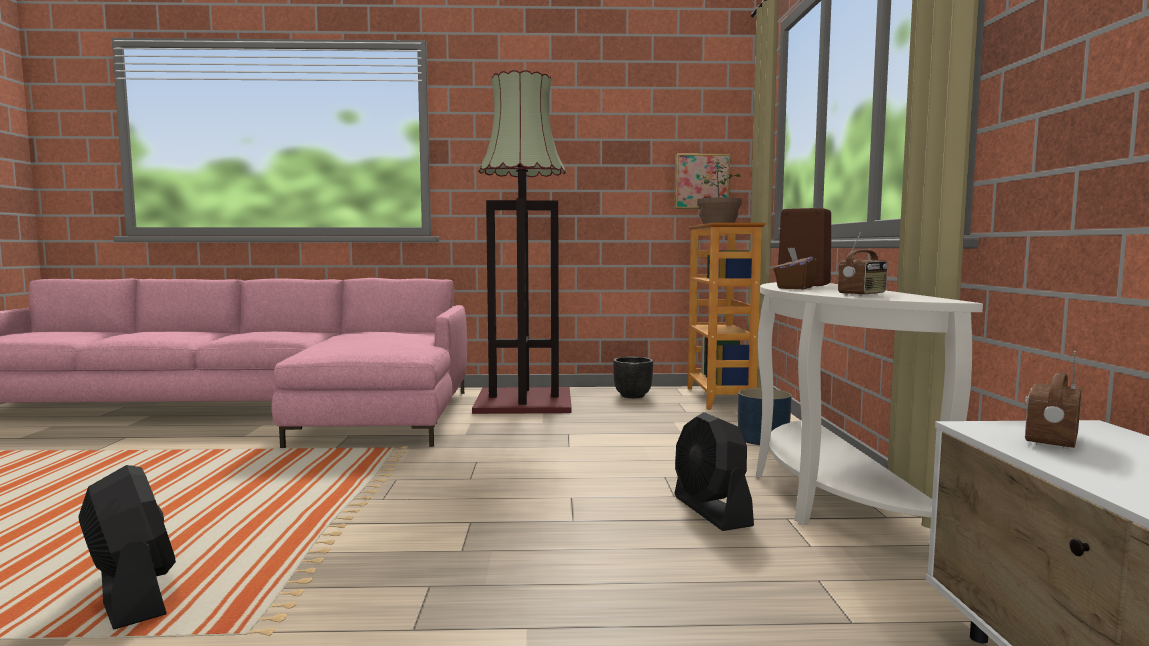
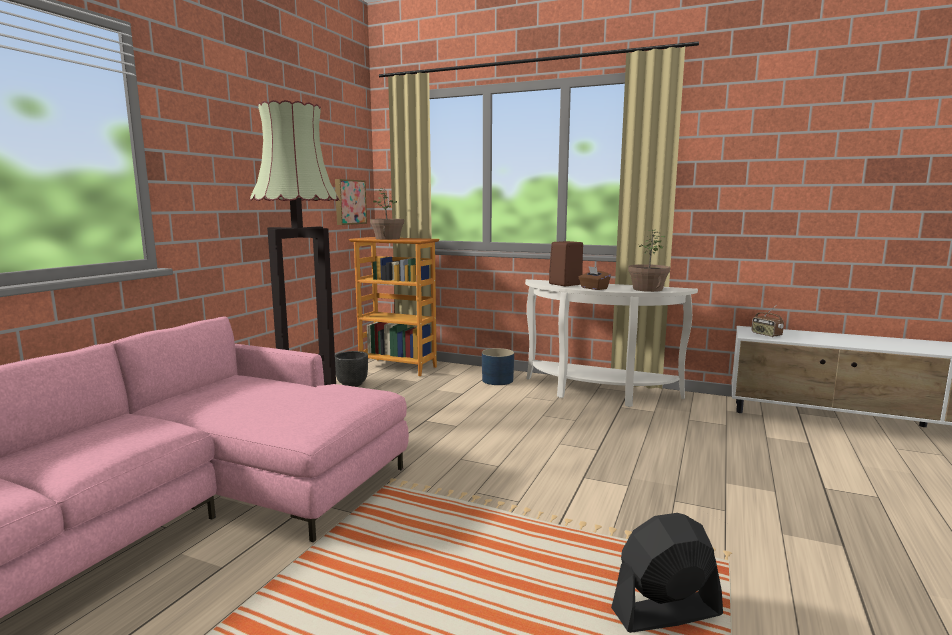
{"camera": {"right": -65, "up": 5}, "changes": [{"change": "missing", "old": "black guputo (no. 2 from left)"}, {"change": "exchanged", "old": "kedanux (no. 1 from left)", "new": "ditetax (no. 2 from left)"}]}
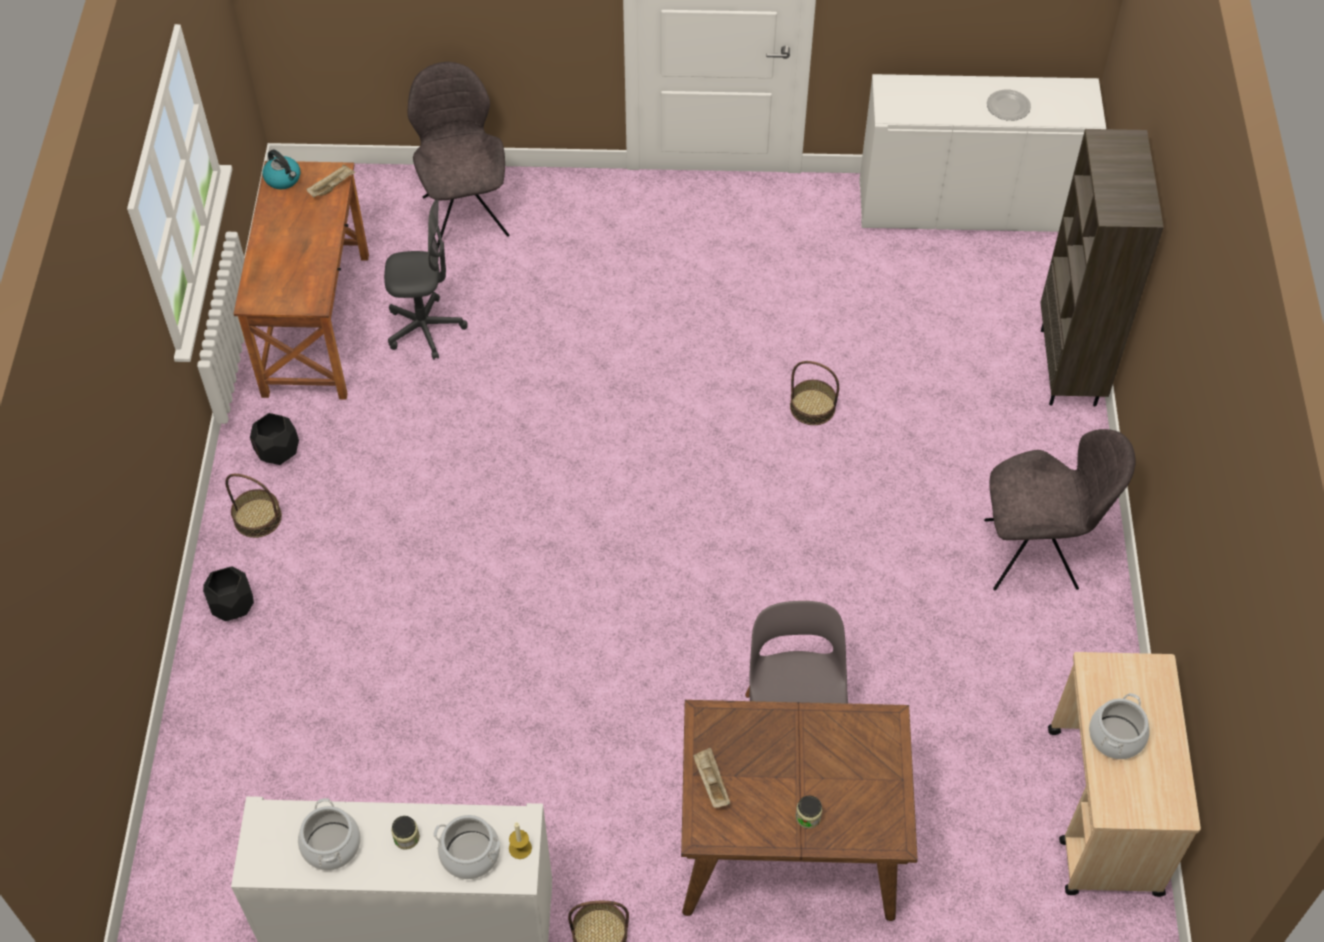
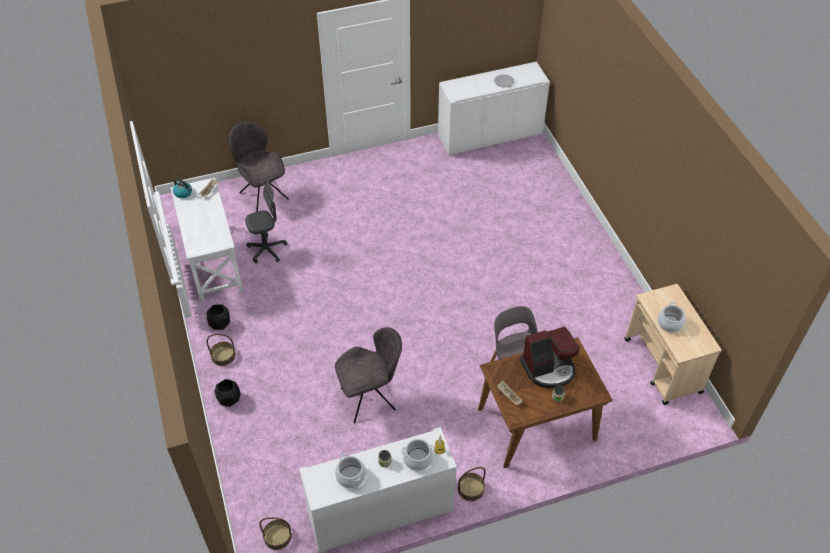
{"camera": {"right": -20, "up": -5}, "changes": [{"change": "colour", "old": "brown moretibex", "new": "white moretibex"}, {"change": "relocated", "old": "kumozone (no. 3 from left in the first image)", "new": "kumozone (no. 2 from left)"}, {"change": "relocated", "old": "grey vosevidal (no. 3 from left in the first image)", "new": "grey vosevidal (no. 2 from left)"}, {"change": "missing", "old": "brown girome"}, {"change": "appeared", "new": "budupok"}]}
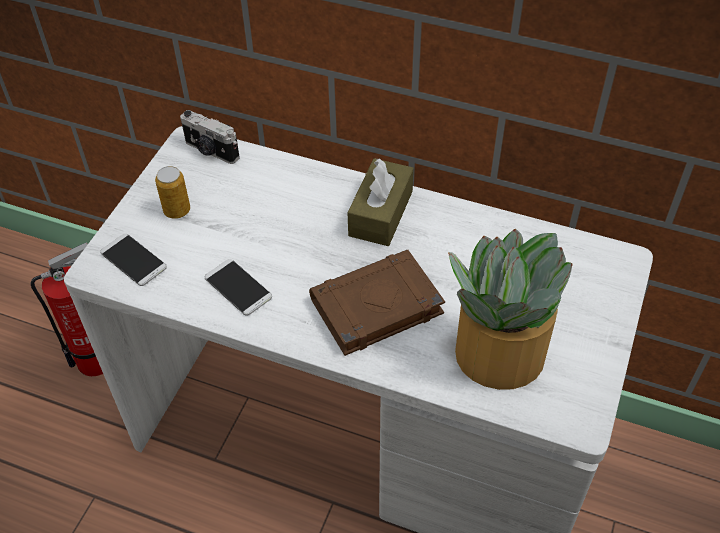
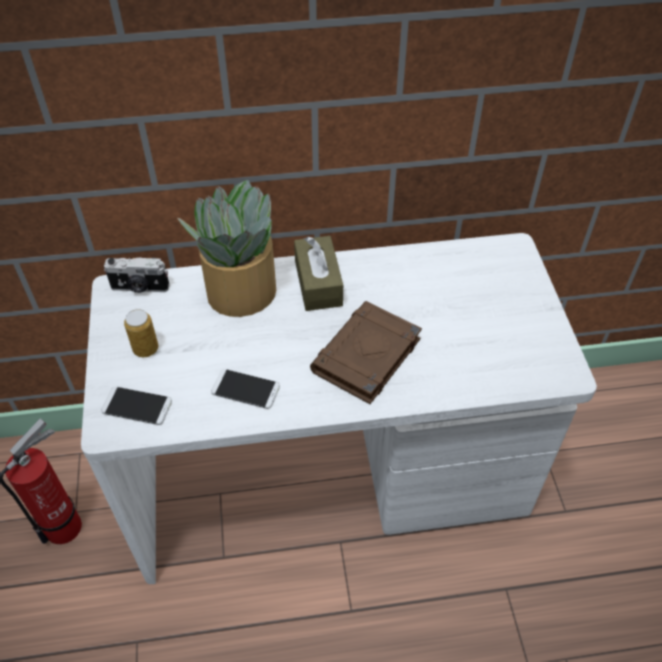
{"camera": {"right": -30, "up": 0}, "changes": [{"change": "relocated", "old": "ditetax"}]}
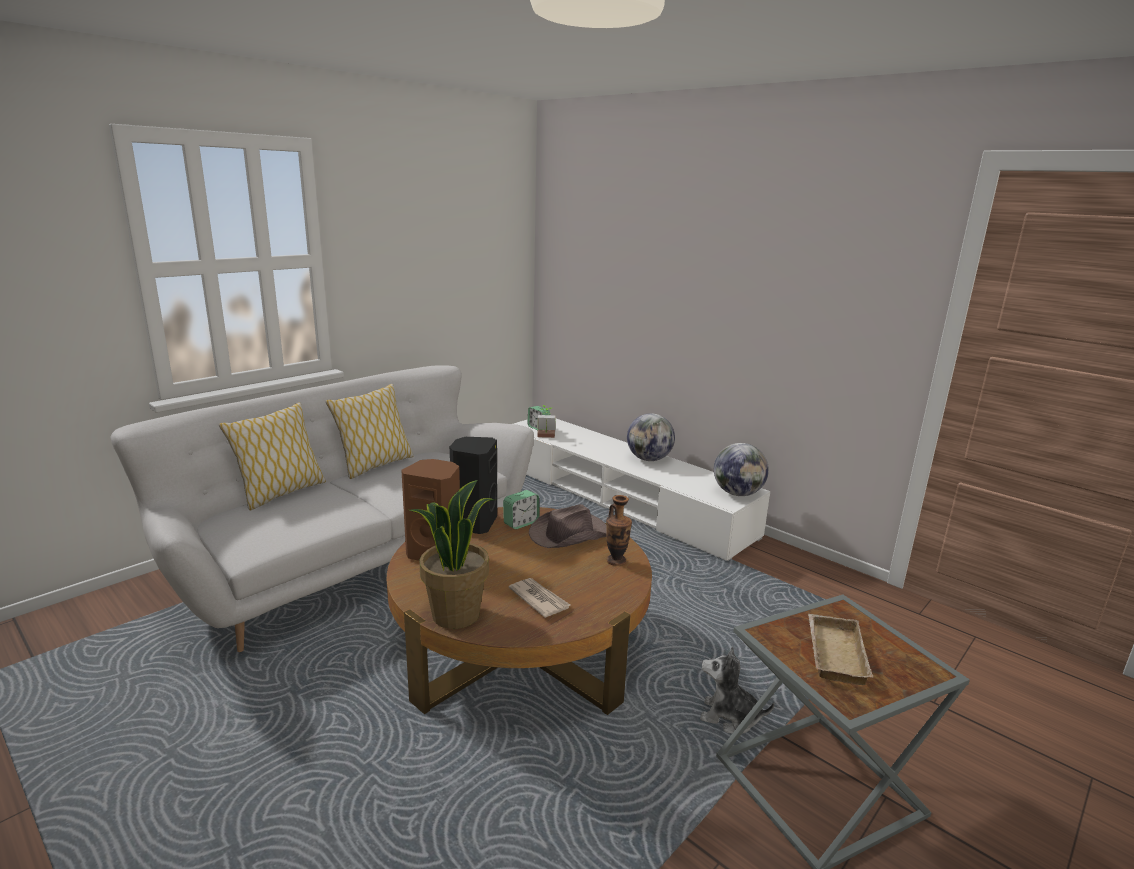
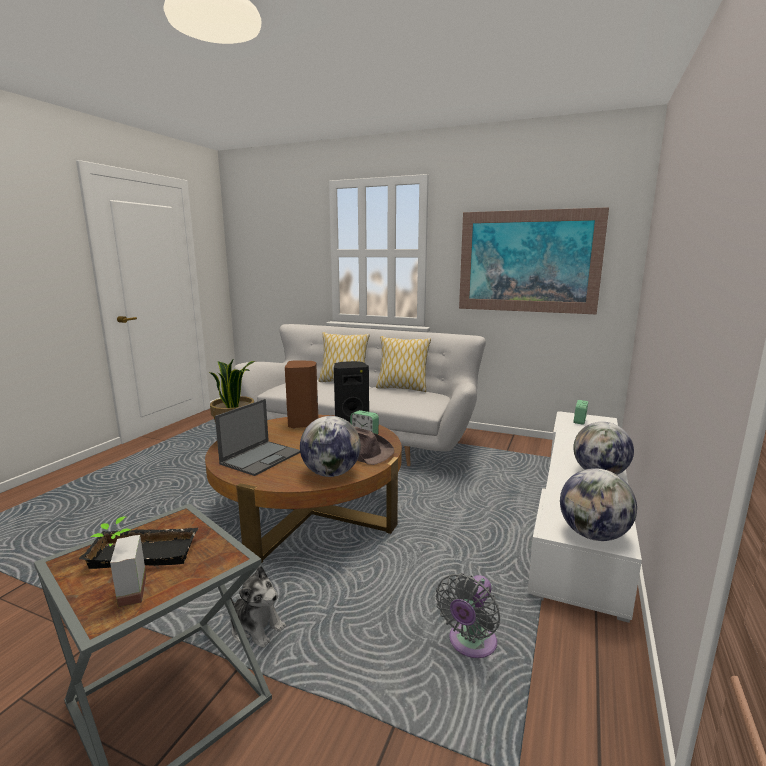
{"camera": {"right": 70, "up": -5}, "changes": [{"change": "exchanged", "old": "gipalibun", "new": "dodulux"}, {"change": "relocated", "old": "ditetax (no. 2 from left in the first image)", "new": "ditetax (no. 1 from left)"}, {"change": "exchanged", "old": "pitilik", "new": "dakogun (no. 1 from left)"}, {"change": "spun", "old": "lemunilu", "degrees": 120}, {"change": "colour", "old": "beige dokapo", "new": "black dokapo"}, {"change": "appeared", "new": "grey guputo"}, {"change": "appeared", "new": "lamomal"}]}
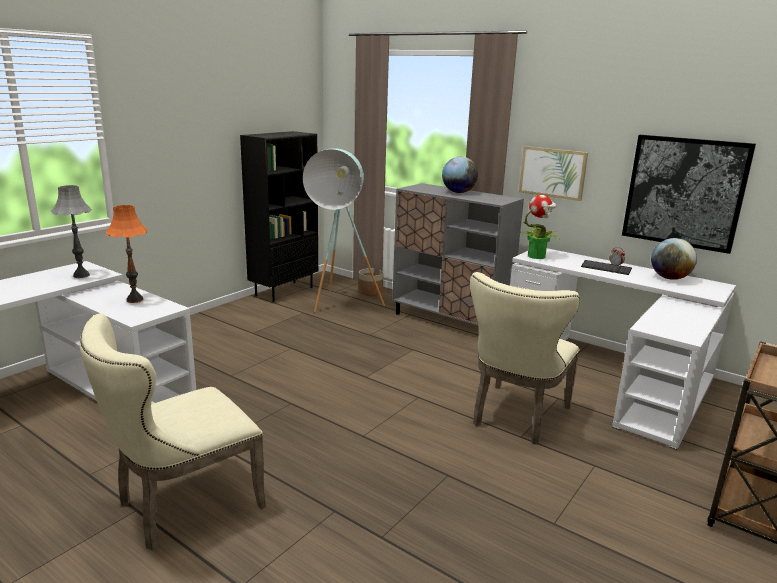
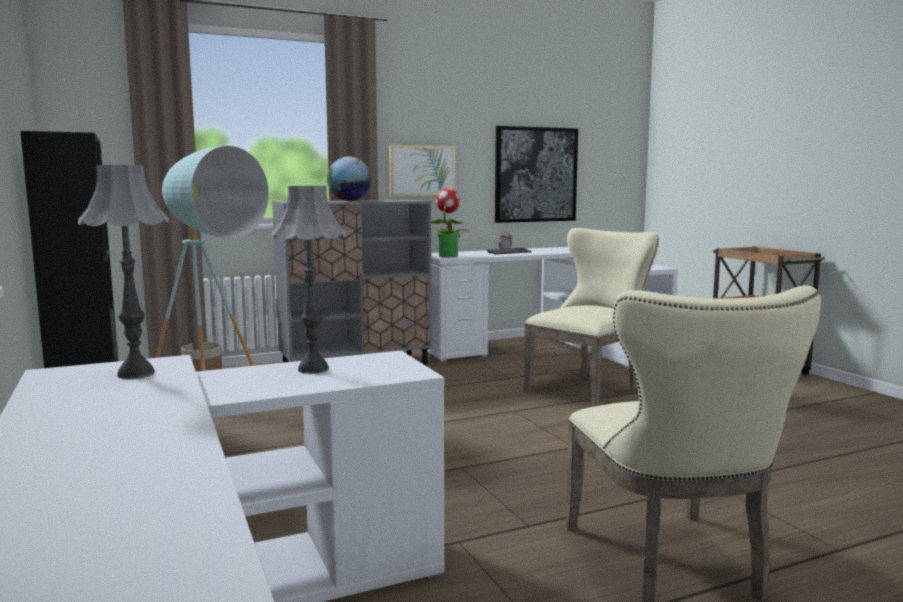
{"camera": {"right": -60, "up": -10}, "changes": [{"change": "colour", "old": "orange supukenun", "new": "grey supukenun (no. 2 from left)"}, {"change": "spun", "old": "beige vosevidal (no. 2 from left in the first image)", "degrees": -105}, {"change": "missing", "old": "dakogun (no. 2 from left)"}]}
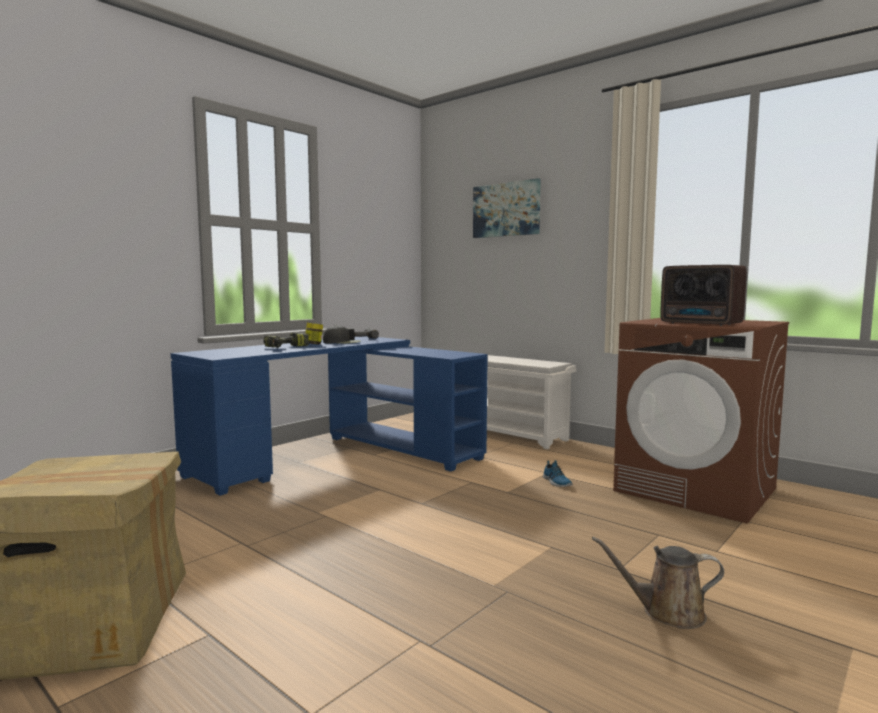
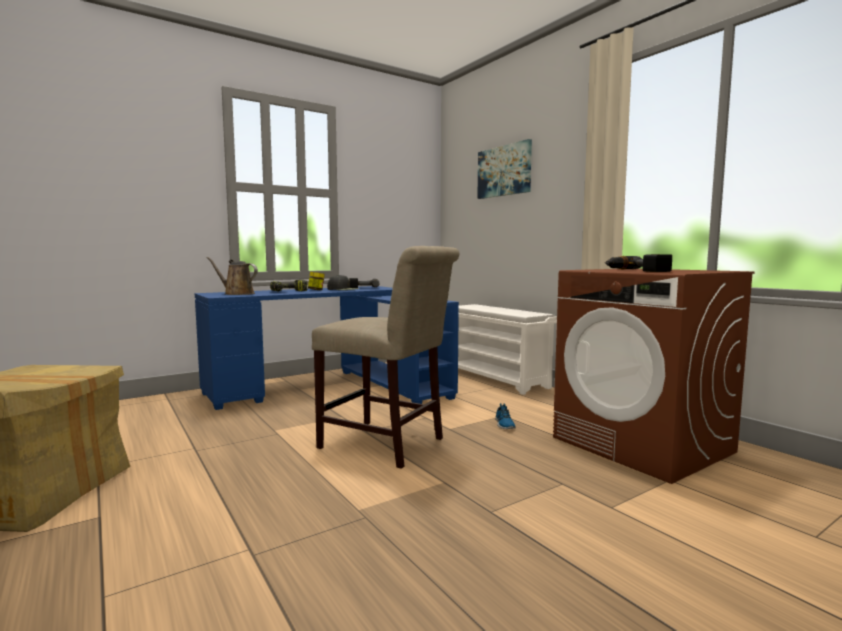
{"camera": {"right": 15, "up": 0}, "changes": [{"change": "relocated", "old": "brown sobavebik"}, {"change": "exchanged", "old": "kedanux", "new": "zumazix (no. 3 from left)"}, {"change": "appeared", "new": "beige vosevidal"}]}
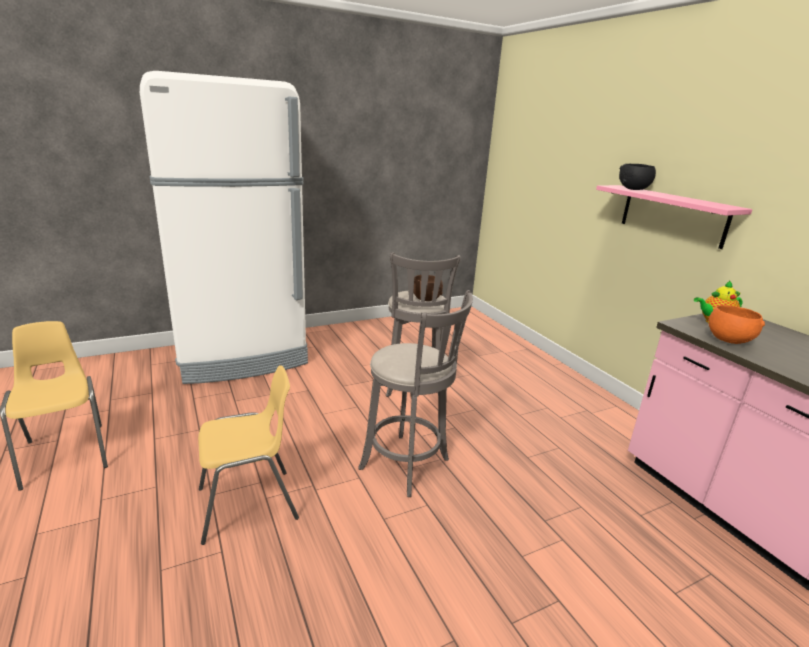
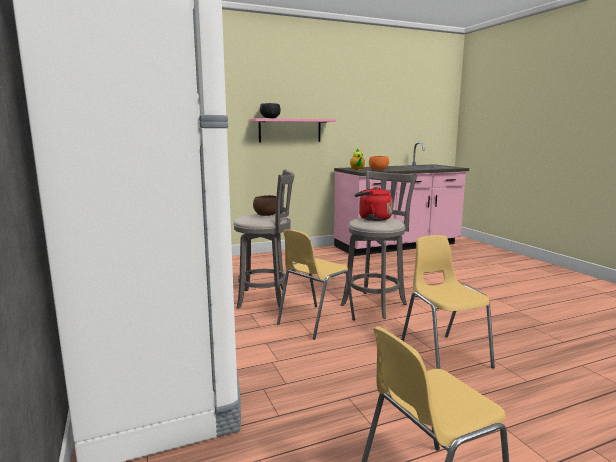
{"camera": {"right": -85, "up": -10}, "changes": [{"change": "appeared", "new": "yellow vosevidal (no. 1 from left)"}, {"change": "appeared", "new": "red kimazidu"}]}
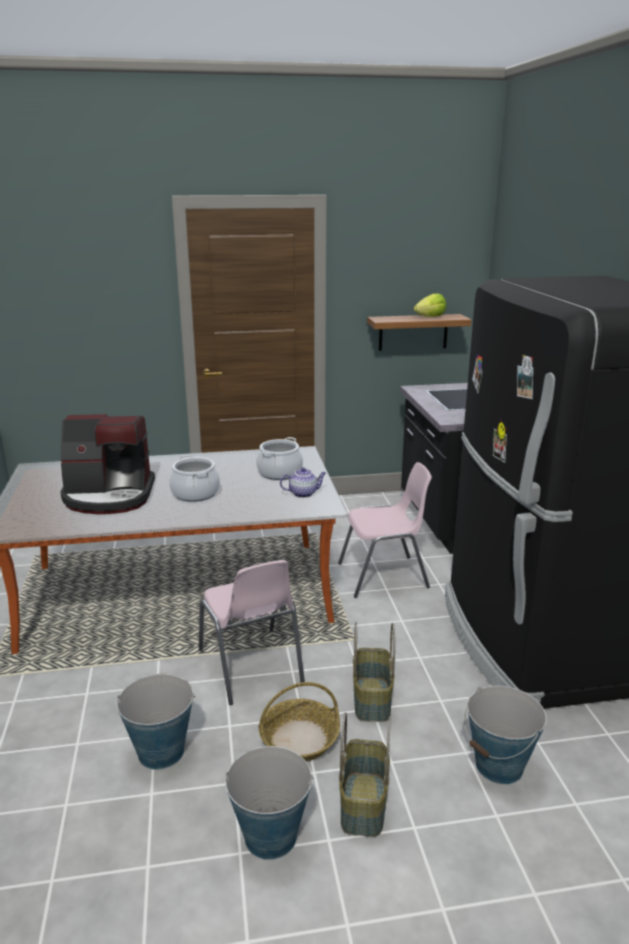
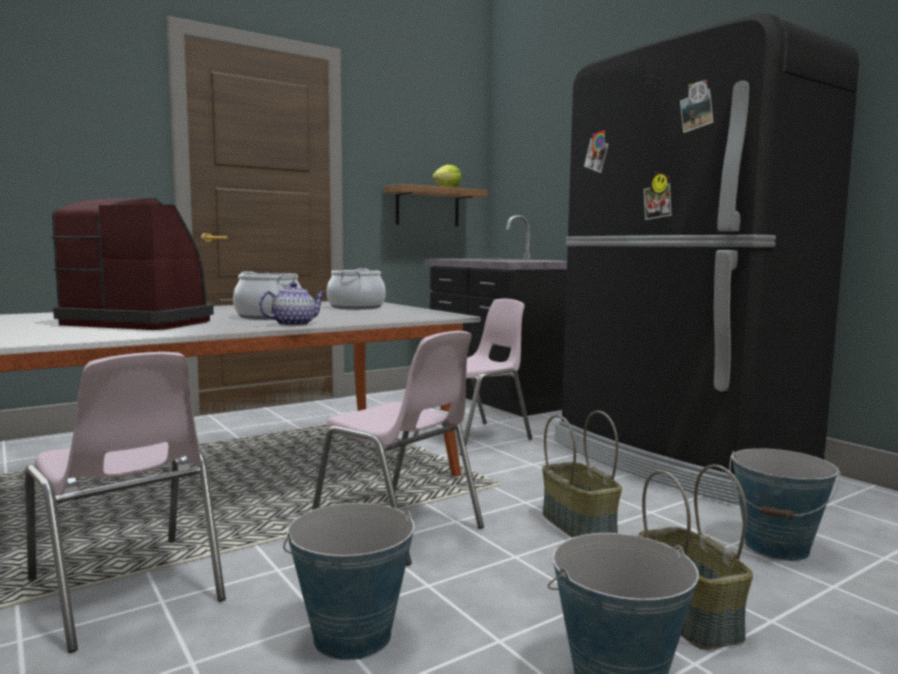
{"camera": {"right": -25, "up": -15}, "changes": [{"change": "spun", "old": "budupok", "degrees": -135}, {"change": "missing", "old": "kumozone (no. 1 from left)"}, {"change": "relocated", "old": "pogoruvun"}, {"change": "appeared", "new": "pink vosevidal (no. 1 from left)"}]}
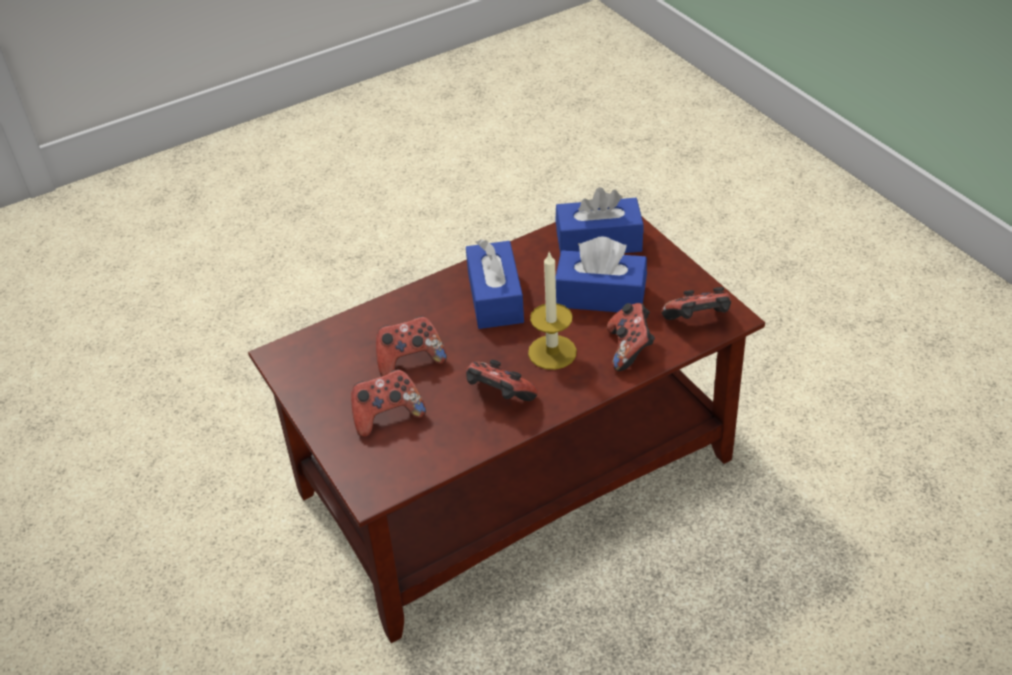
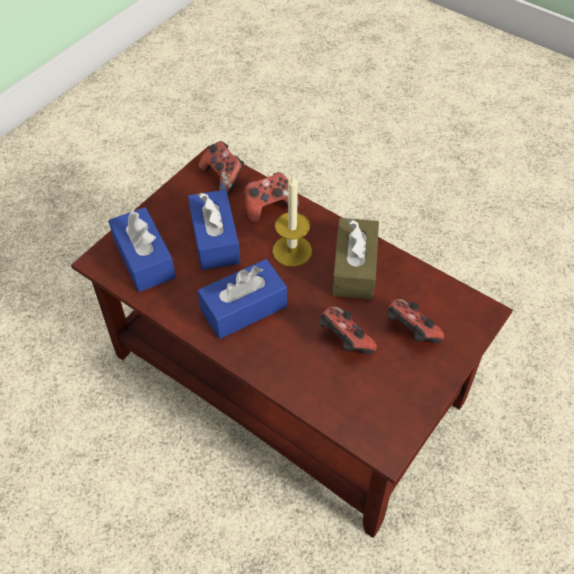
{"camera": {"right": -115, "up": 10}, "changes": [{"change": "exchanged", "old": "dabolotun (no. 3 from left)", "new": "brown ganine"}]}
